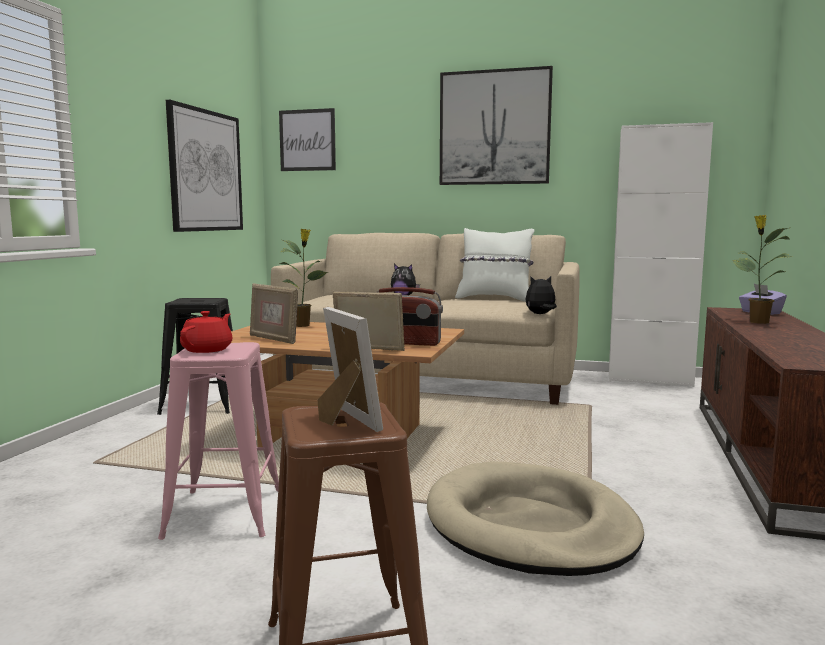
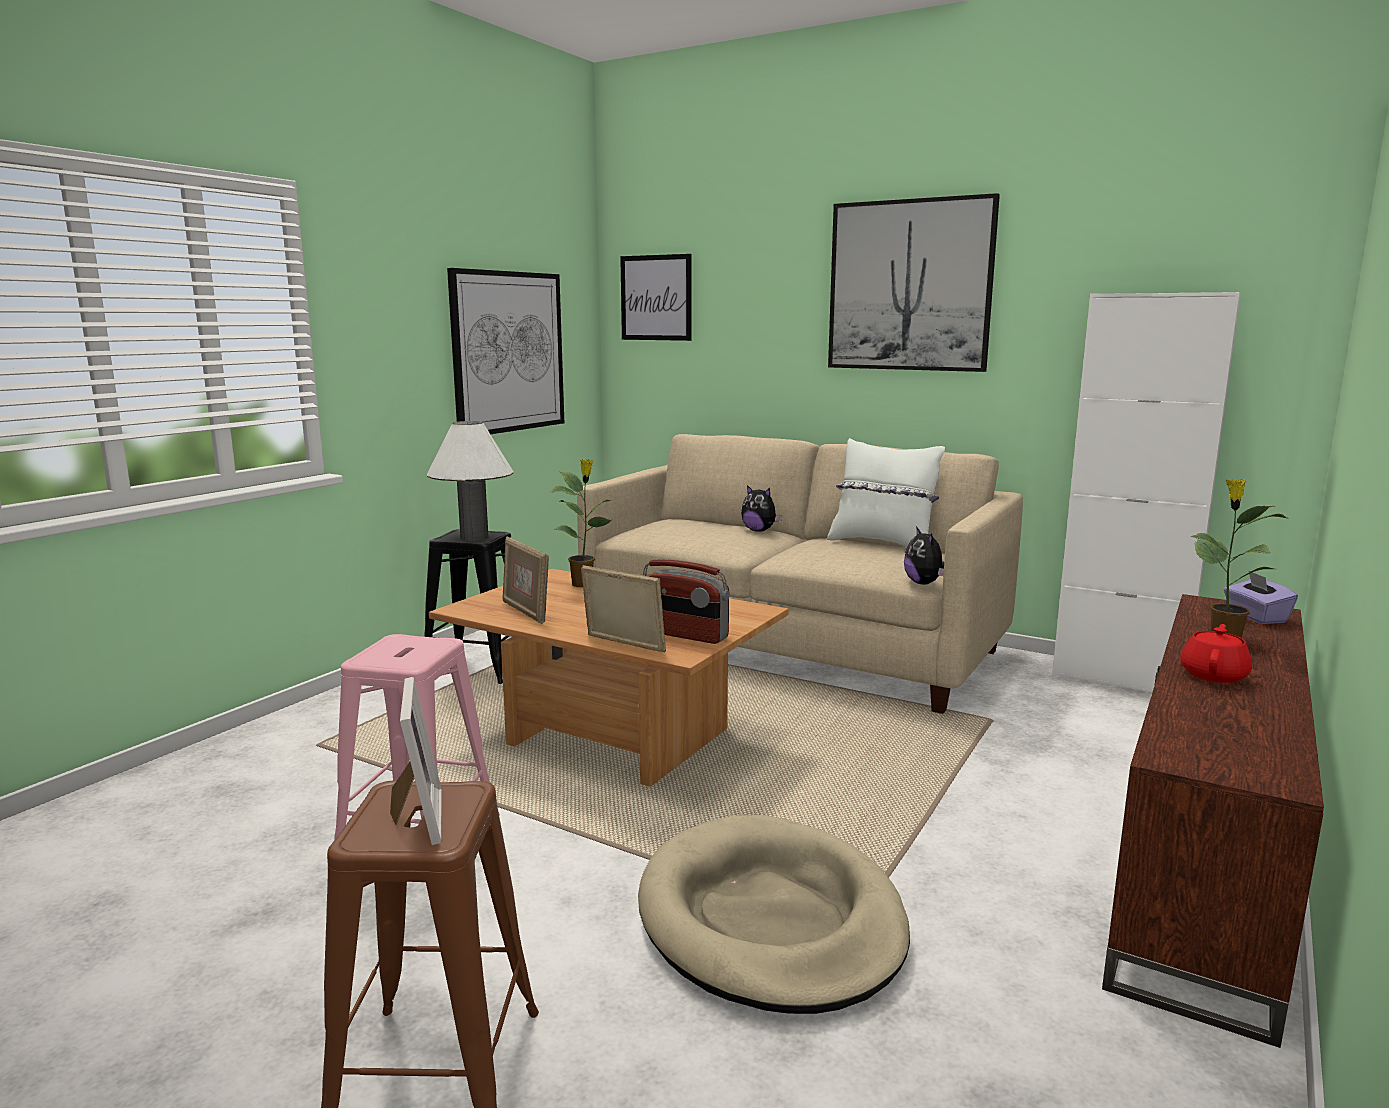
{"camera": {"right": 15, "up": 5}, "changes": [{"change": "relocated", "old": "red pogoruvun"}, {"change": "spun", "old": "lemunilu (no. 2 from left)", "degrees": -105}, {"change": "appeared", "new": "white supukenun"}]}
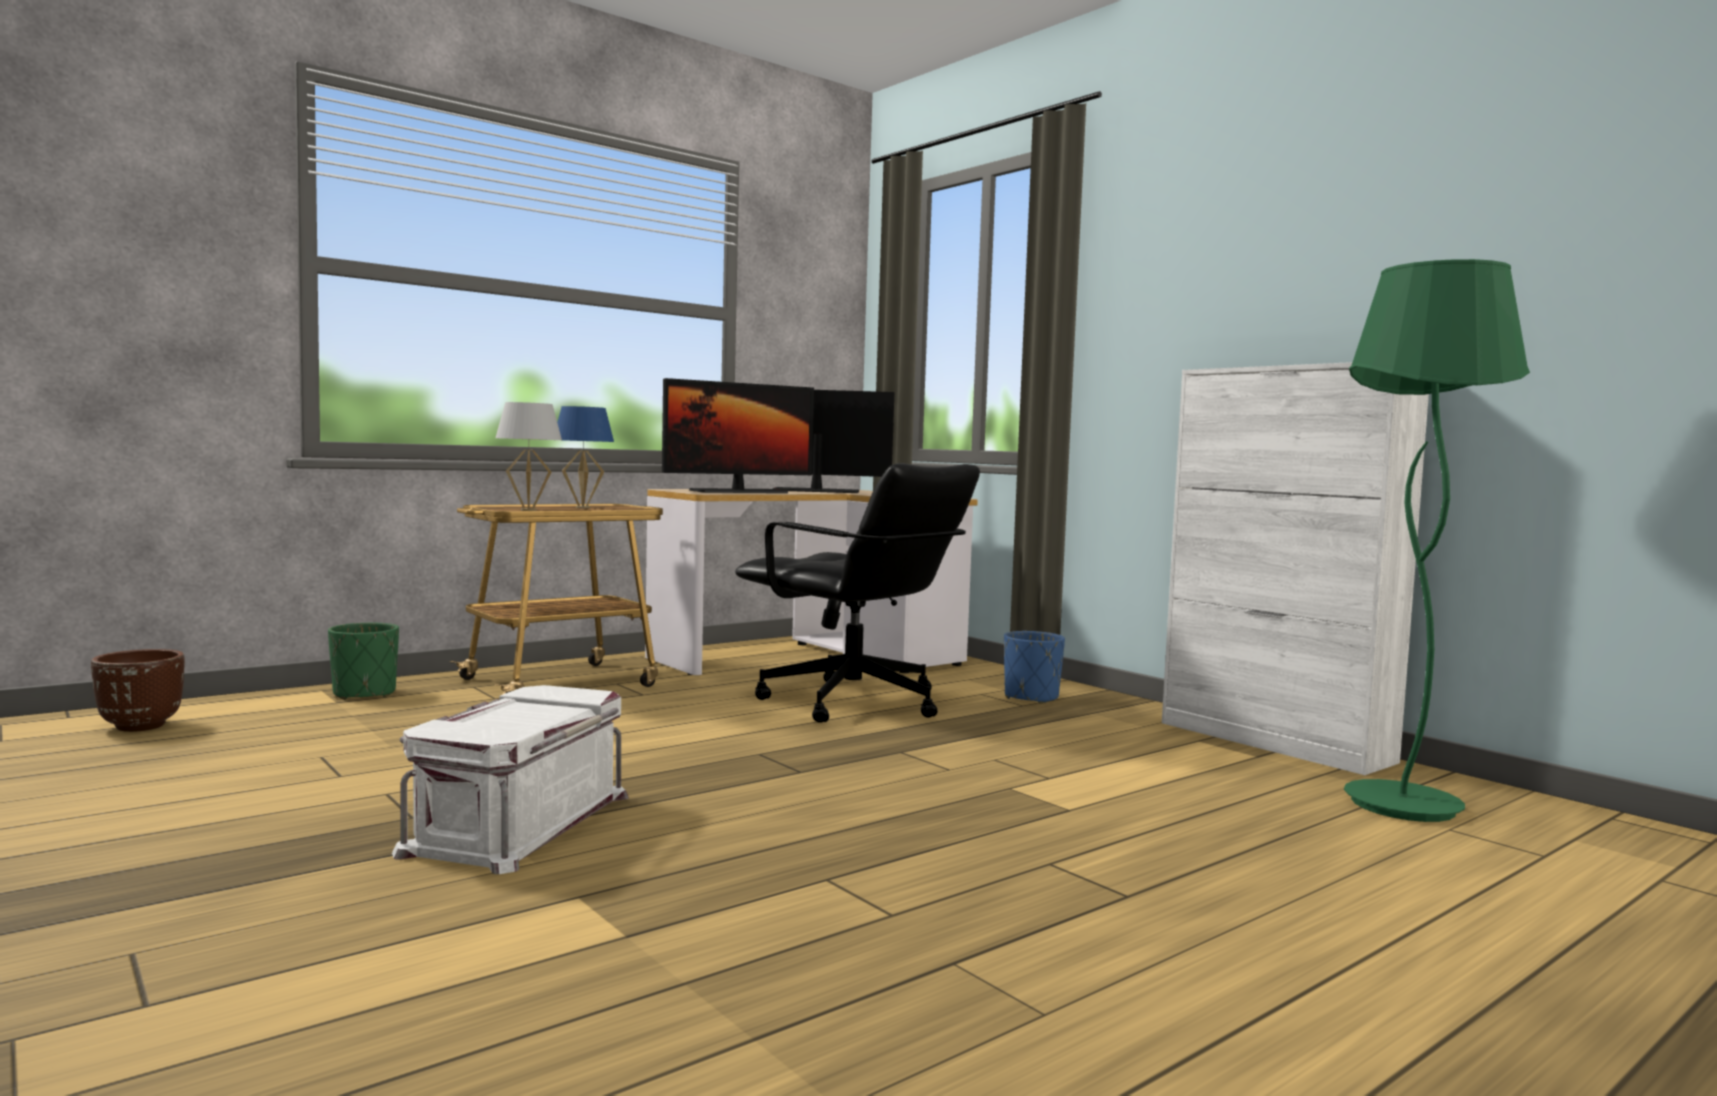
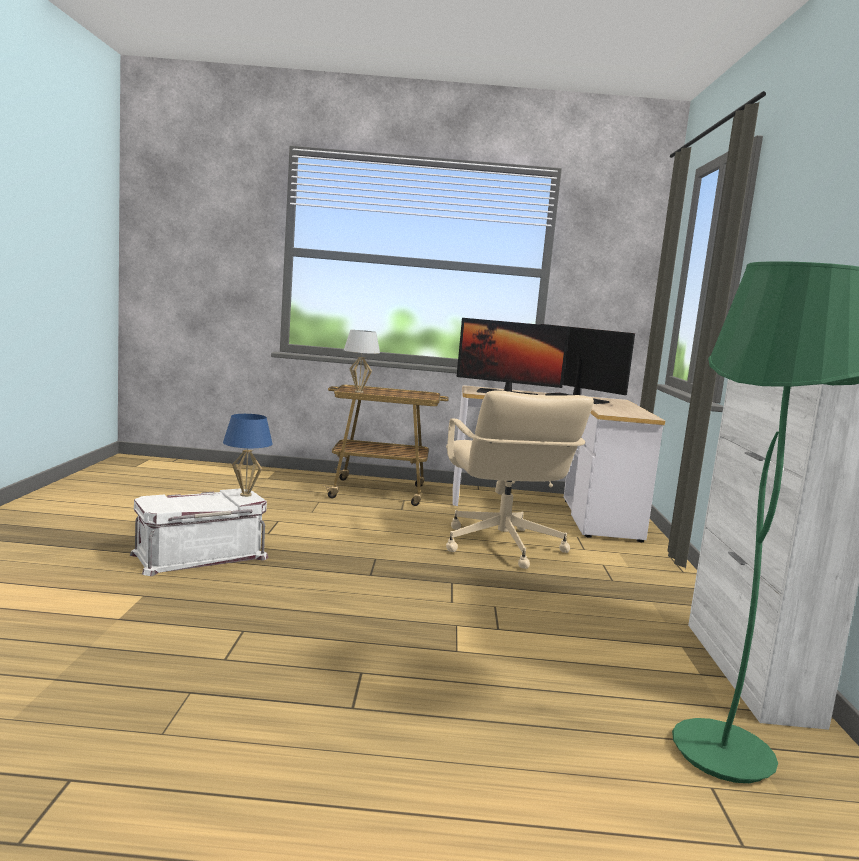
{"camera": {"right": 40, "up": 5}, "changes": [{"change": "missing", "old": "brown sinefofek"}, {"change": "missing", "old": "green sinefofek"}, {"change": "relocated", "old": "blue supukenun"}, {"change": "colour", "old": "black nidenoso", "new": "beige nidenoso"}, {"change": "missing", "old": "blue sinefofek"}]}
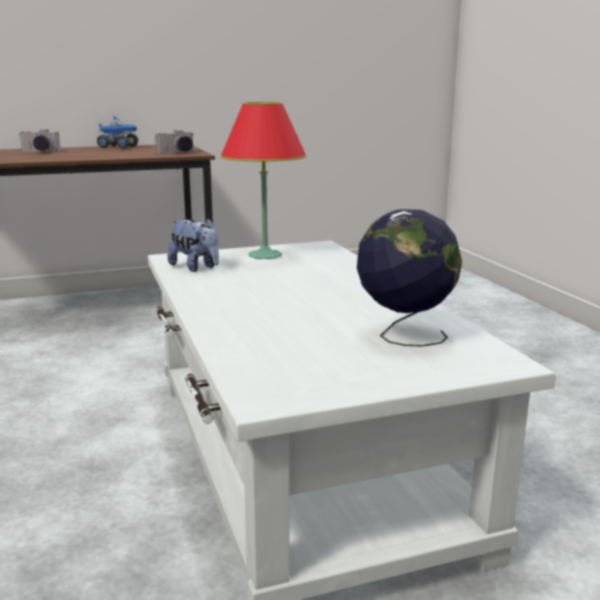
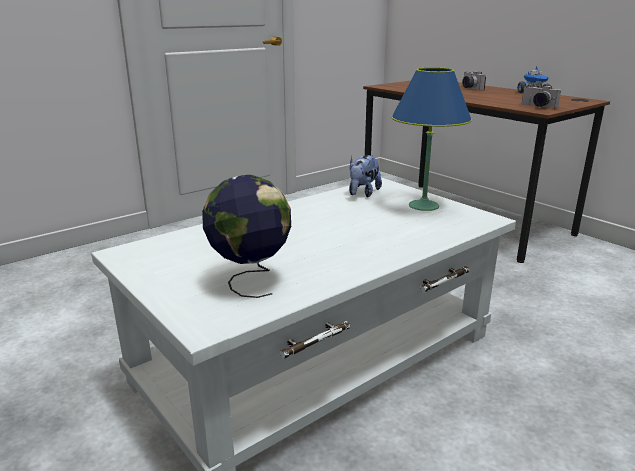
{"camera": {"right": 70, "up": 5}, "changes": [{"change": "colour", "old": "red supukenun", "new": "blue supukenun"}]}
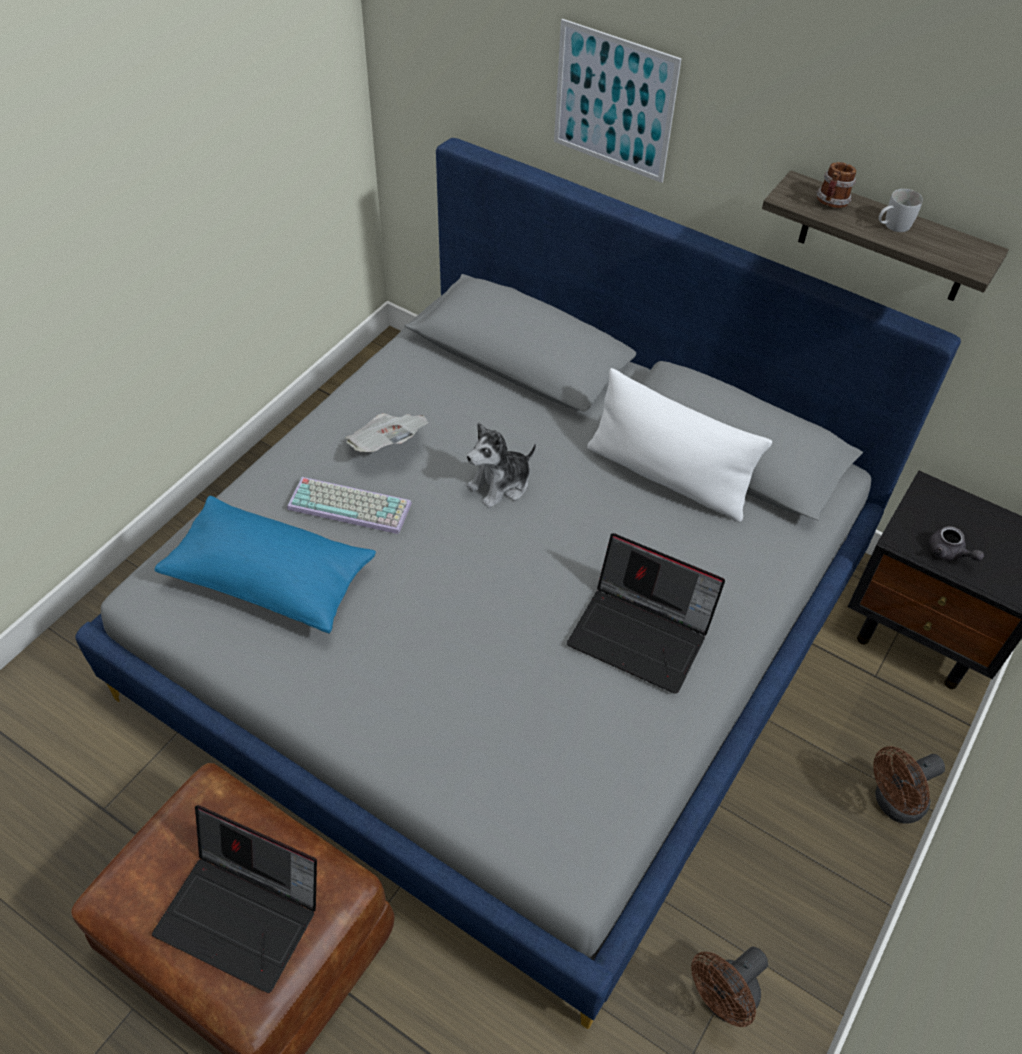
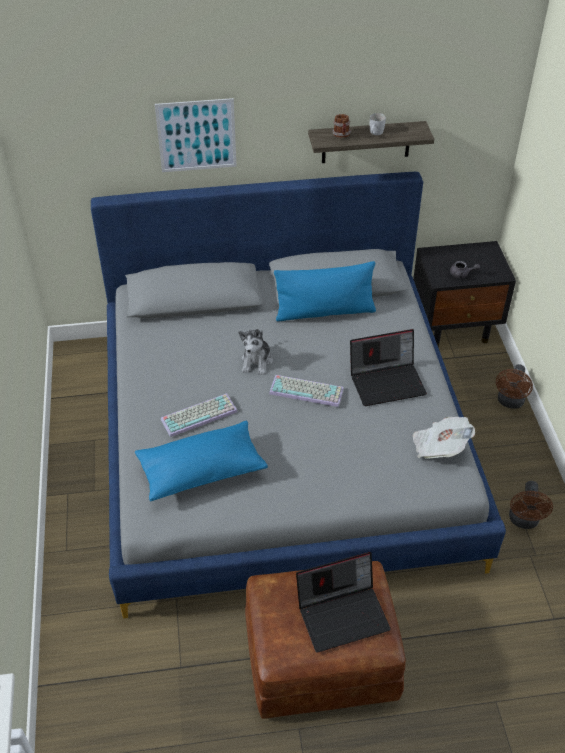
{"camera": {"right": -40, "up": -5}, "changes": [{"change": "relocated", "old": "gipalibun"}, {"change": "colour", "old": "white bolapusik", "new": "blue bolapusik (no. 2 from left)"}, {"change": "appeared", "new": "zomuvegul (no. 2 from left)"}]}
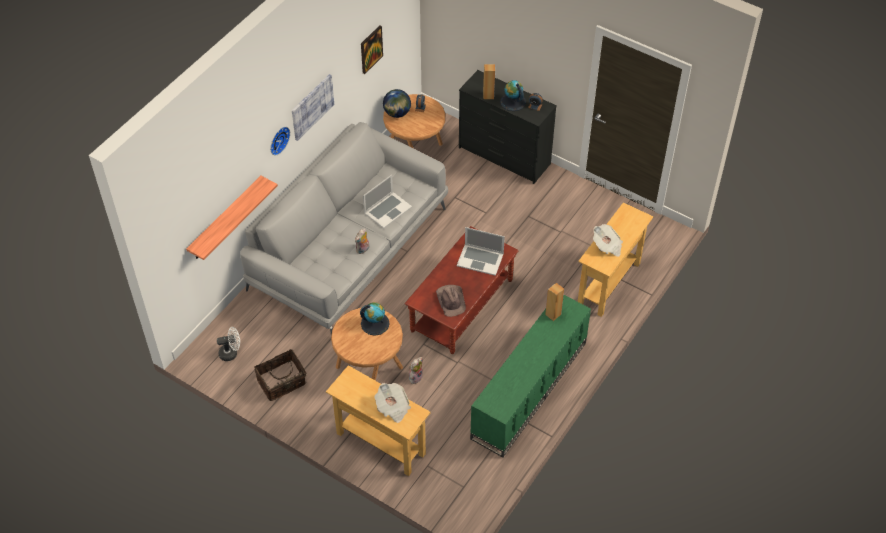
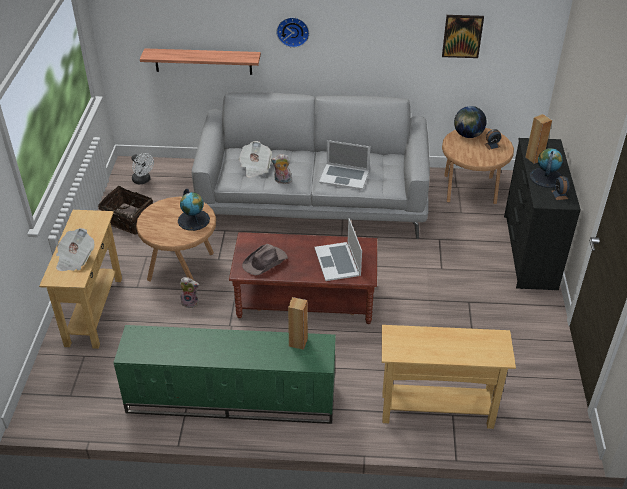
{"camera": {"right": 60, "up": -10}, "changes": [{"change": "missing", "old": "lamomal (no. 1 from left)"}, {"change": "relocated", "old": "gipalibun (no. 2 from left)"}]}
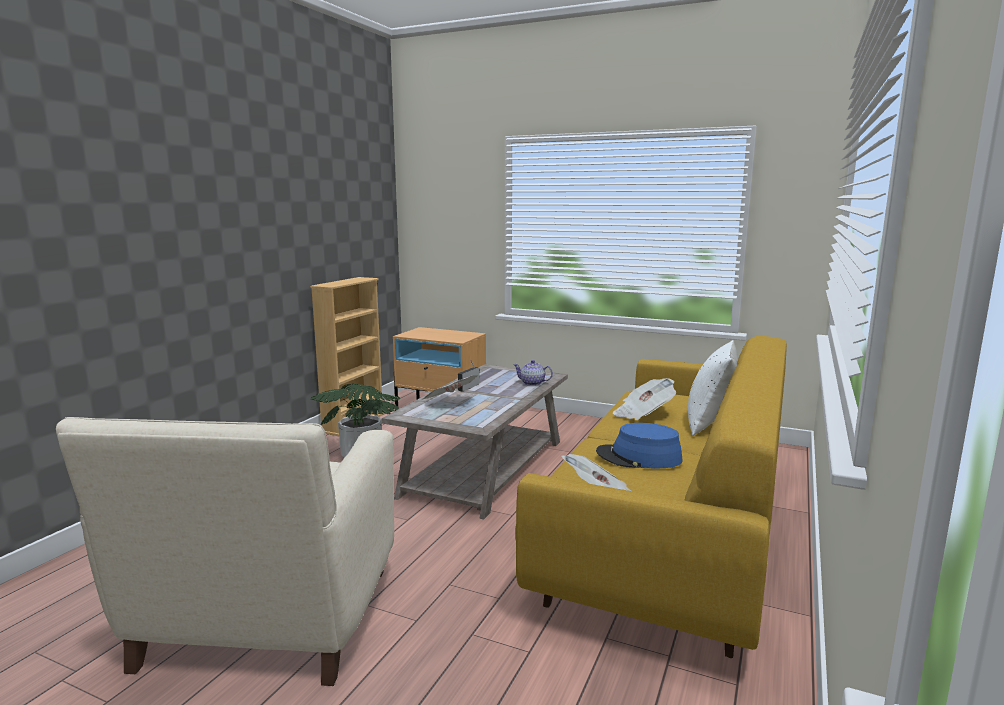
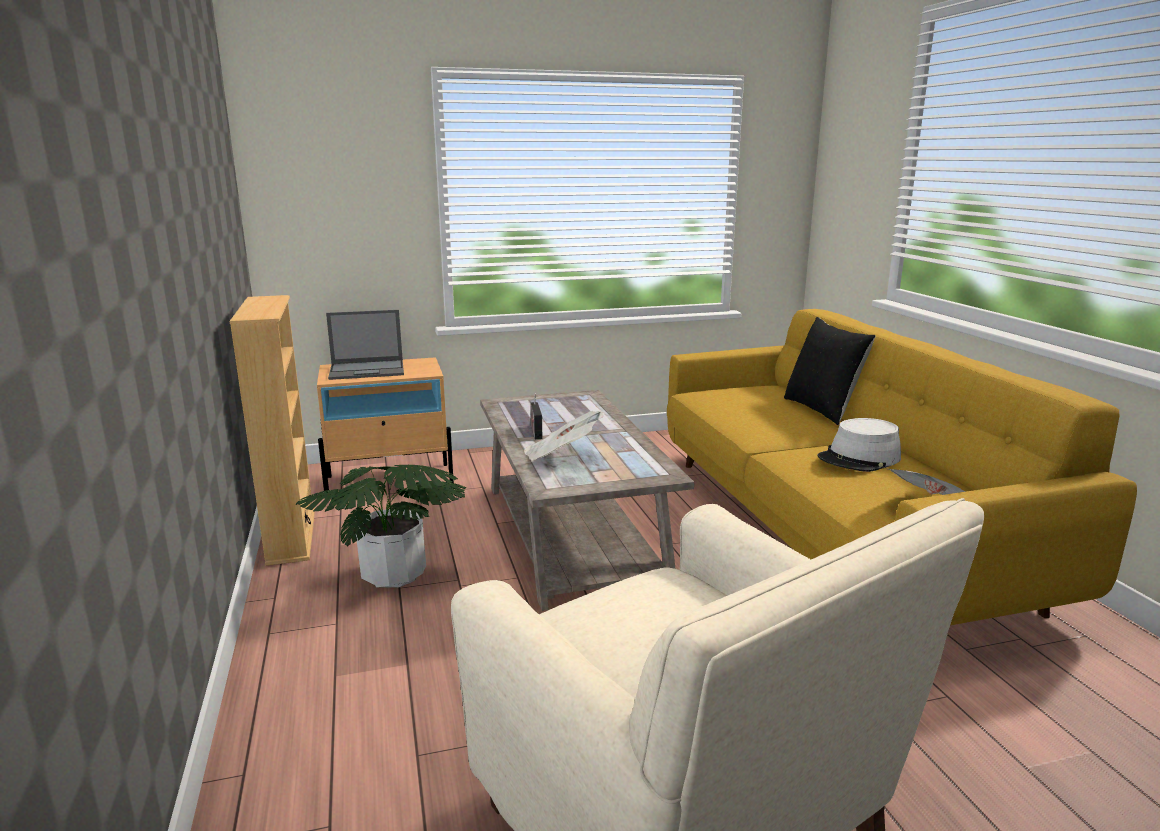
{"camera": {"right": -40, "up": 5}, "changes": [{"change": "missing", "old": "pogoruvun"}, {"change": "colour", "old": "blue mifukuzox", "new": "grey mifukuzox"}, {"change": "missing", "old": "gipalibun (no. 3 from left)"}, {"change": "colour", "old": "white bolapusik", "new": "black bolapusik"}, {"change": "appeared", "new": "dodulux"}]}
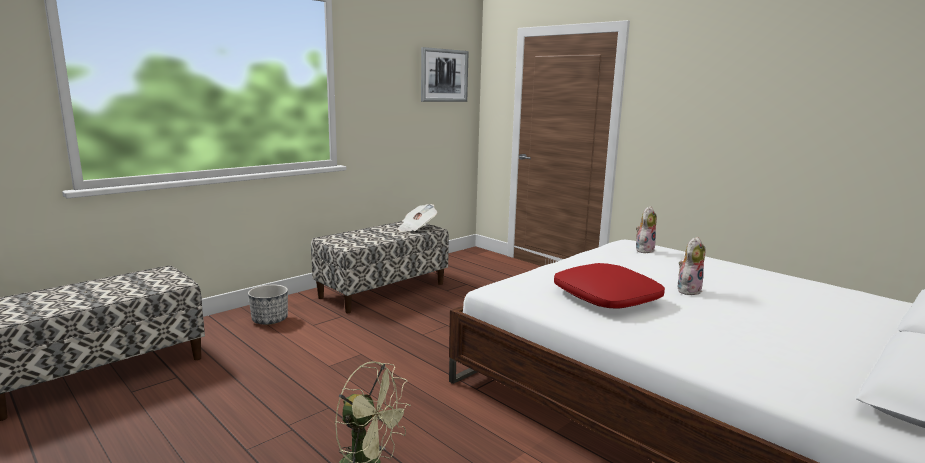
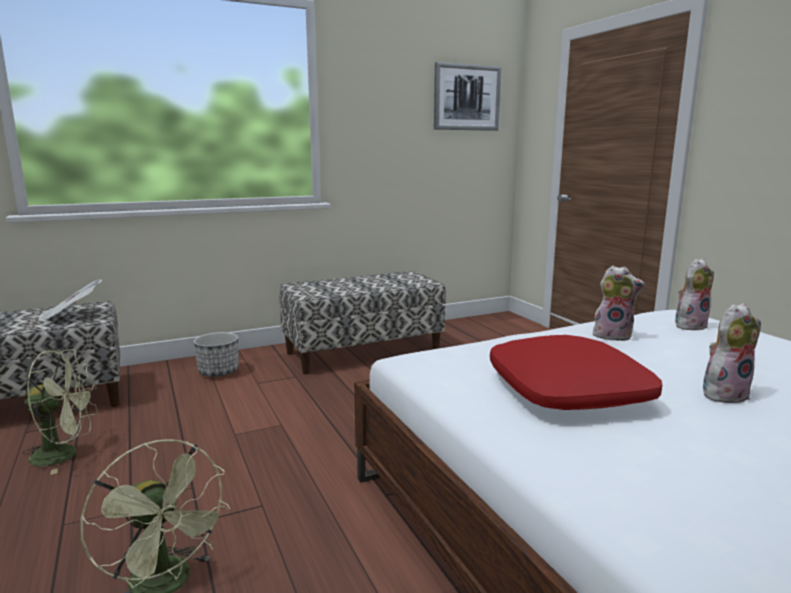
{"camera": {"right": 20, "up": 0}, "changes": [{"change": "relocated", "old": "gipalibun"}, {"change": "appeared", "new": "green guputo (no. 1 from left)"}, {"change": "appeared", "new": "lemunilu (no. 1 from left)"}]}
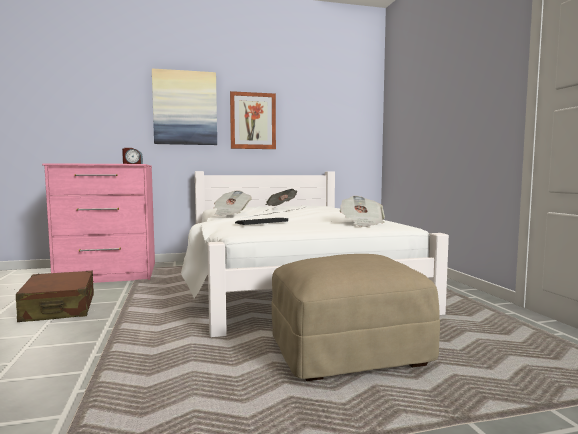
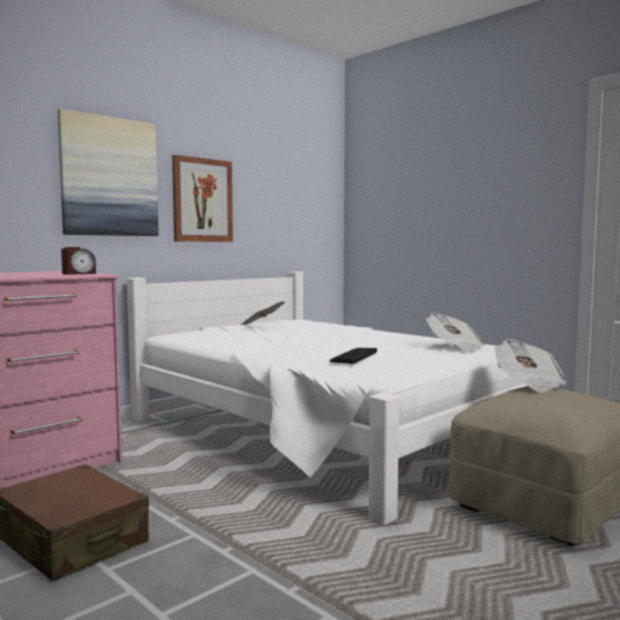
{"camera": {"right": -30, "up": 0}, "changes": [{"change": "relocated", "old": "gipalibun (no. 1 from left in the first image)", "new": "gipalibun (no. 3 from left)"}]}
